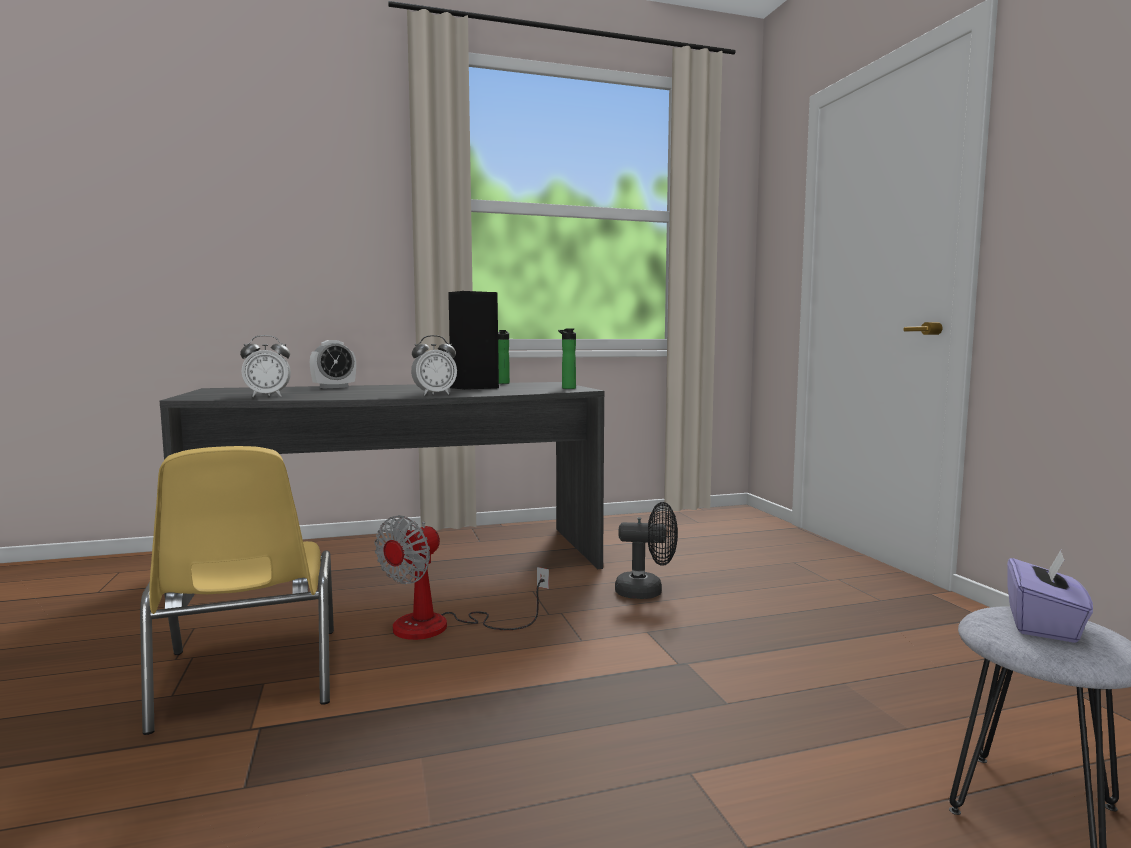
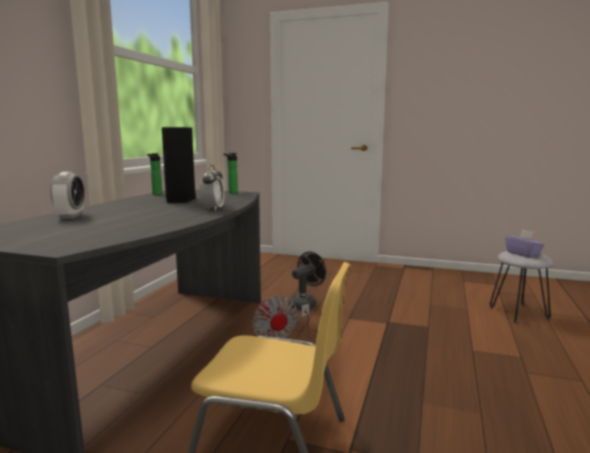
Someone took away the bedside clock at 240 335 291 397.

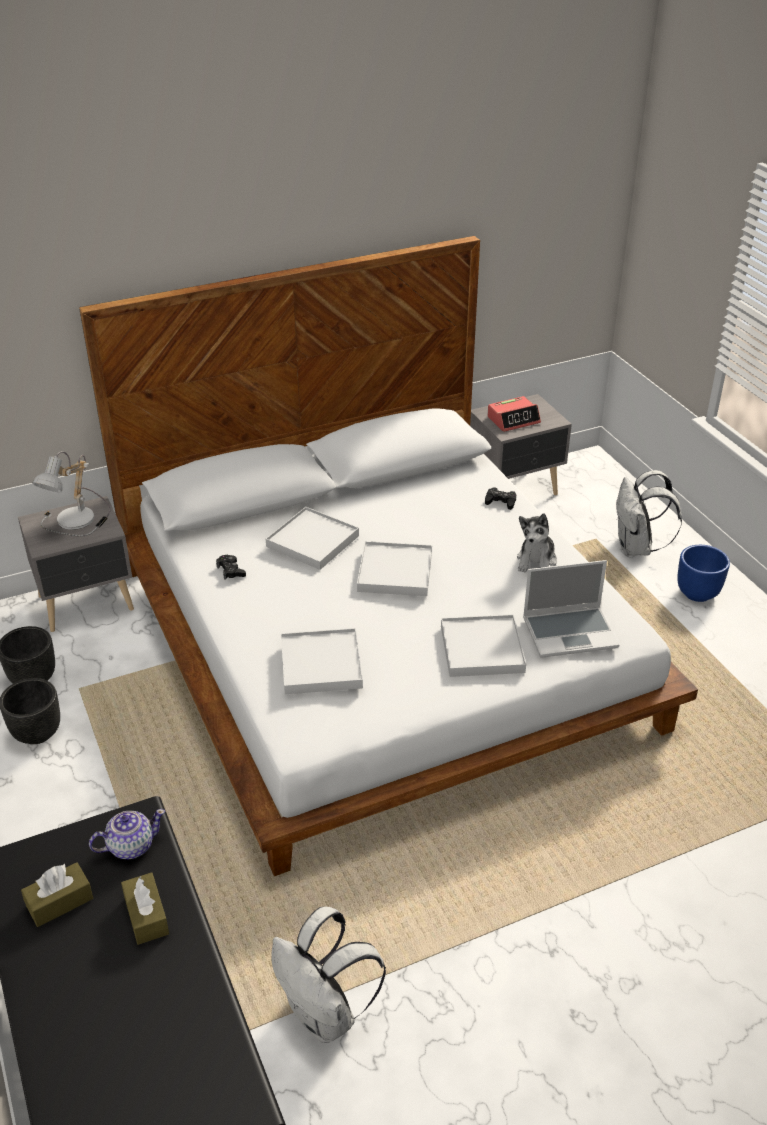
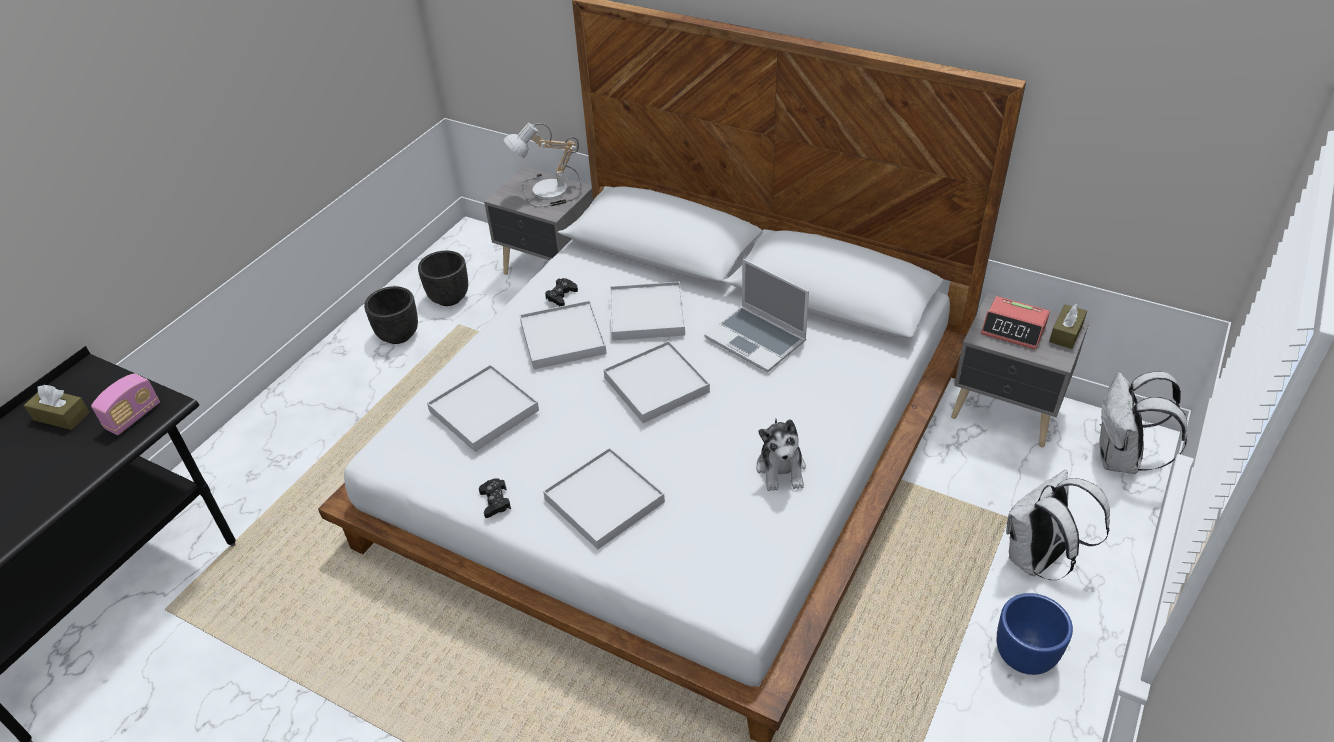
Someone swapped the pot for tea at 89 809 165 859 for the radio set at 91 373 160 435.
Someone carried the black-coloured joypad from 485 487 516 510 to 479 478 511 518.
Someone put down the whitish carrying tray at 520 300 607 369.
Someone carried the portable computer from 523 560 619 658 to 705 259 809 372.
Someone rotated the soft toy at 517 513 557 573 by 75 degrees counterclockwise.
Someone carried the brown-coloured tissue box from 121 872 169 945 to 1049 303 1087 349.
Someone carried the whitish knapsack from 271 907 386 1043 to 1099 371 1188 474.

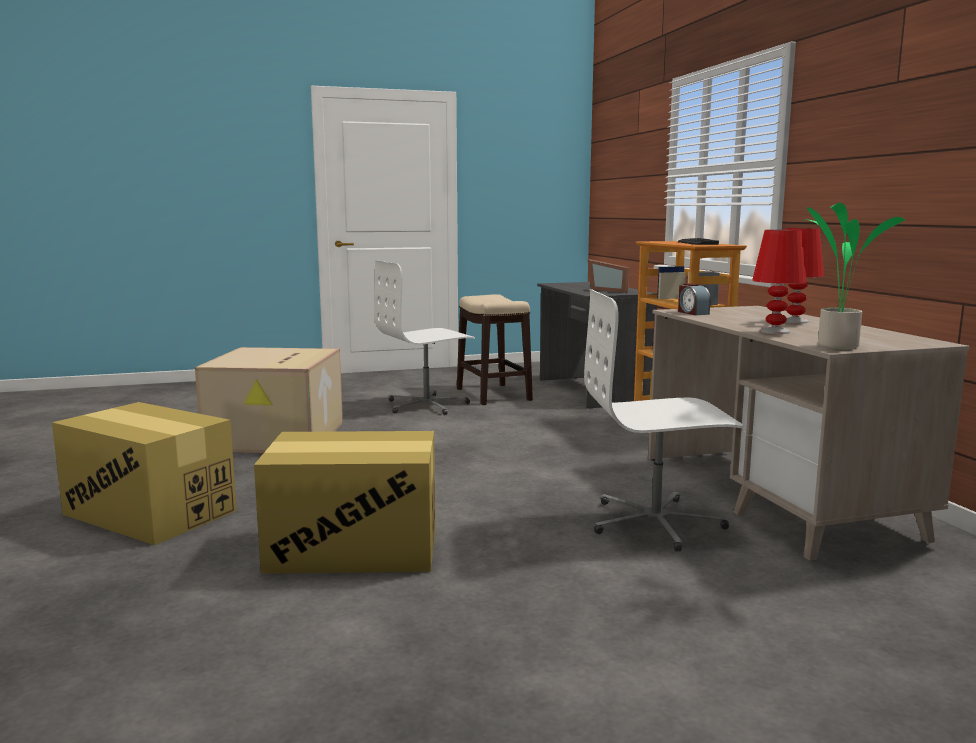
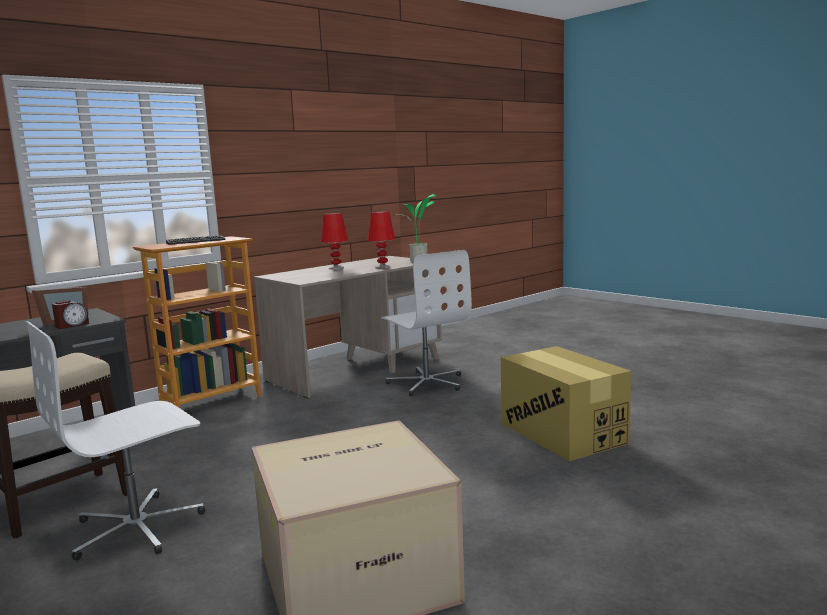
Someone rotated the whitish office chair at 374 260 475 415 by 105 degrees clockwise.
Someone carried the bedside clock from 678 283 710 315 to 52 300 89 329.
Someone took away the cardboard box at 52 402 237 545.

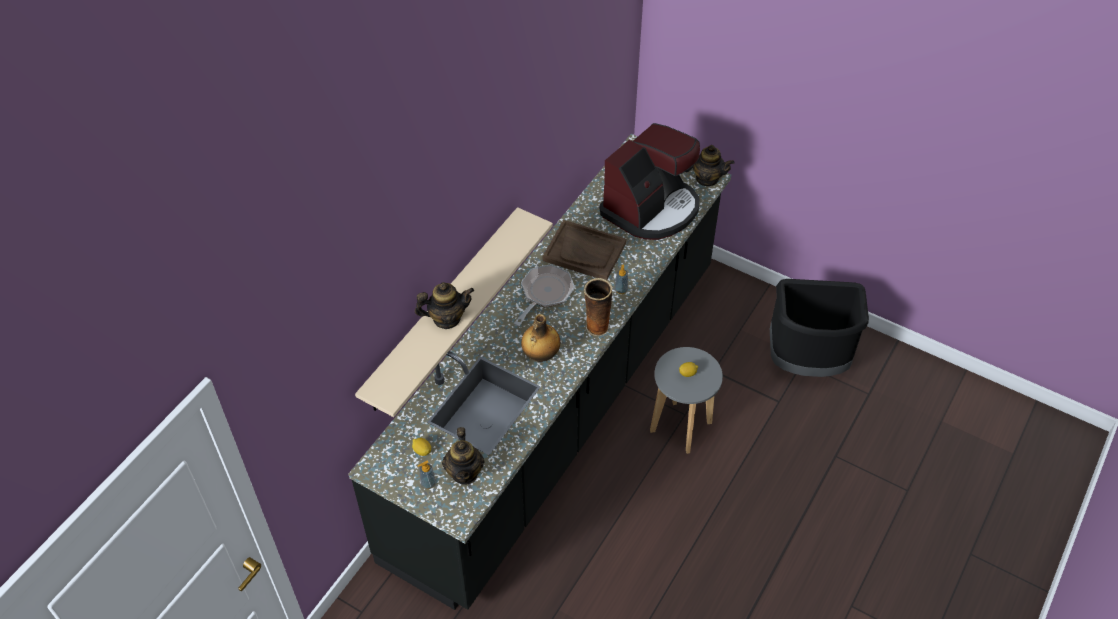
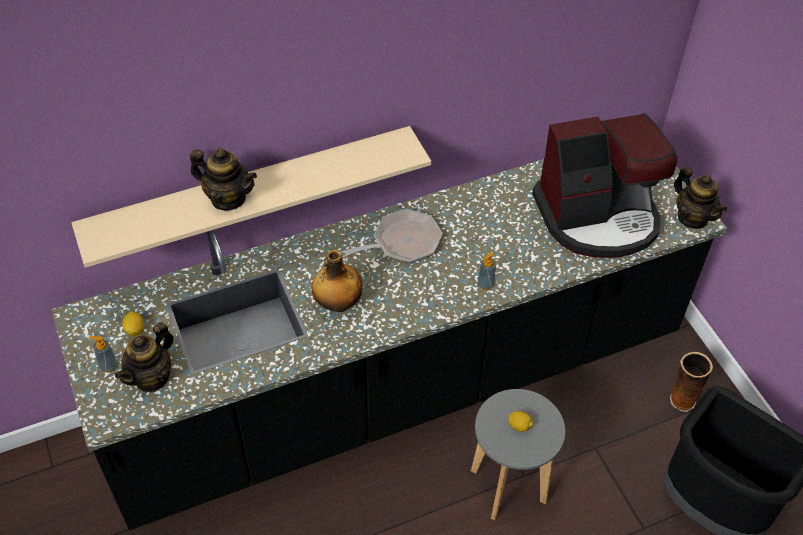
Someone carried the flower vase from 584 278 612 336 to 670 352 713 412.
Someone took away the brown-coloured carrying tray at 543 220 626 280.

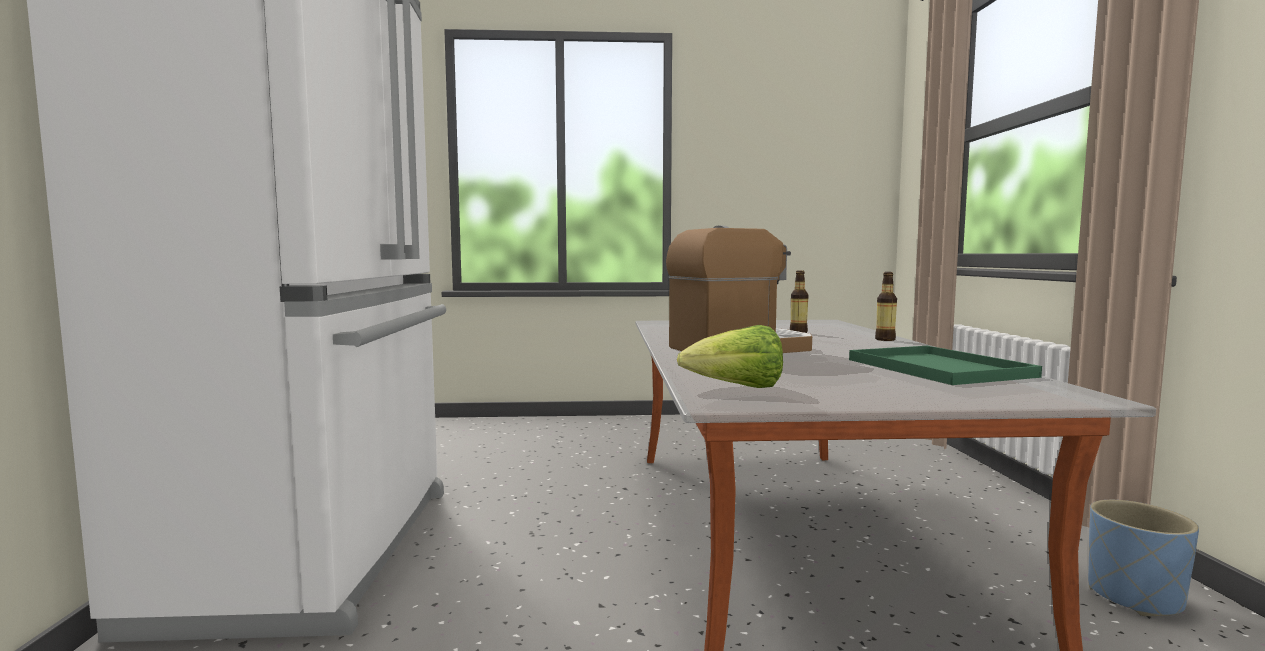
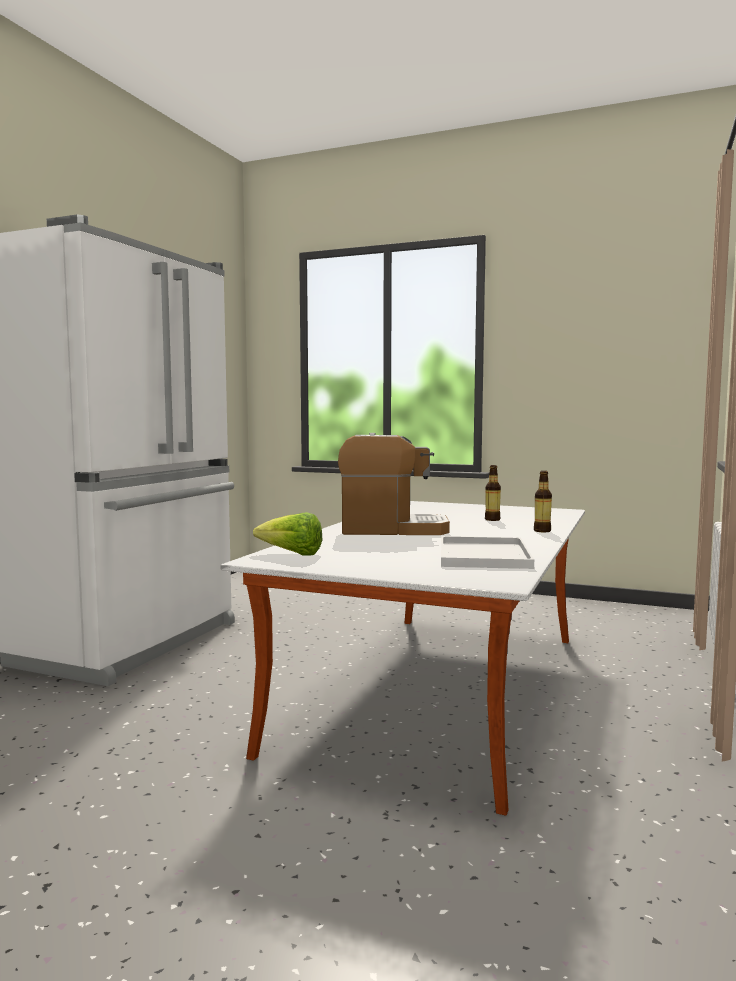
Someone repainted the green-coloured carrying tray at 849 346 1042 385, which became the whitish carrying tray at 441 536 534 569.
Someone took away the blue-coloured plant pot at 1088 500 1199 616.

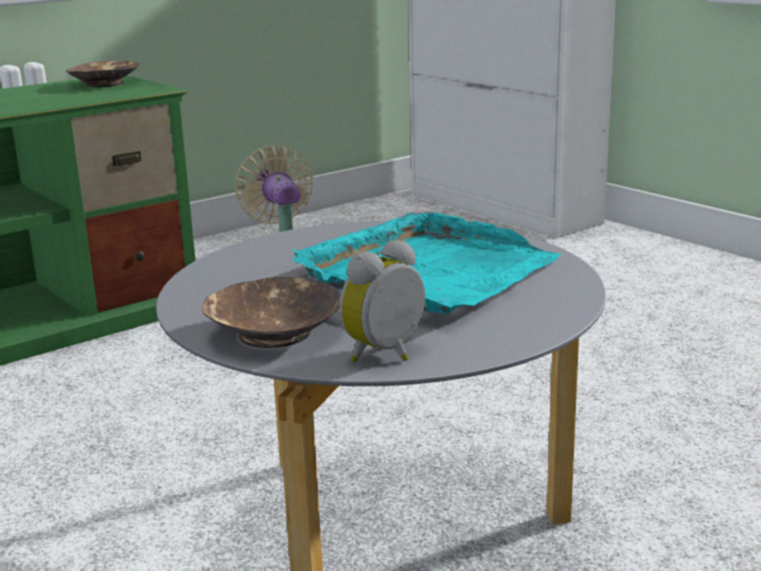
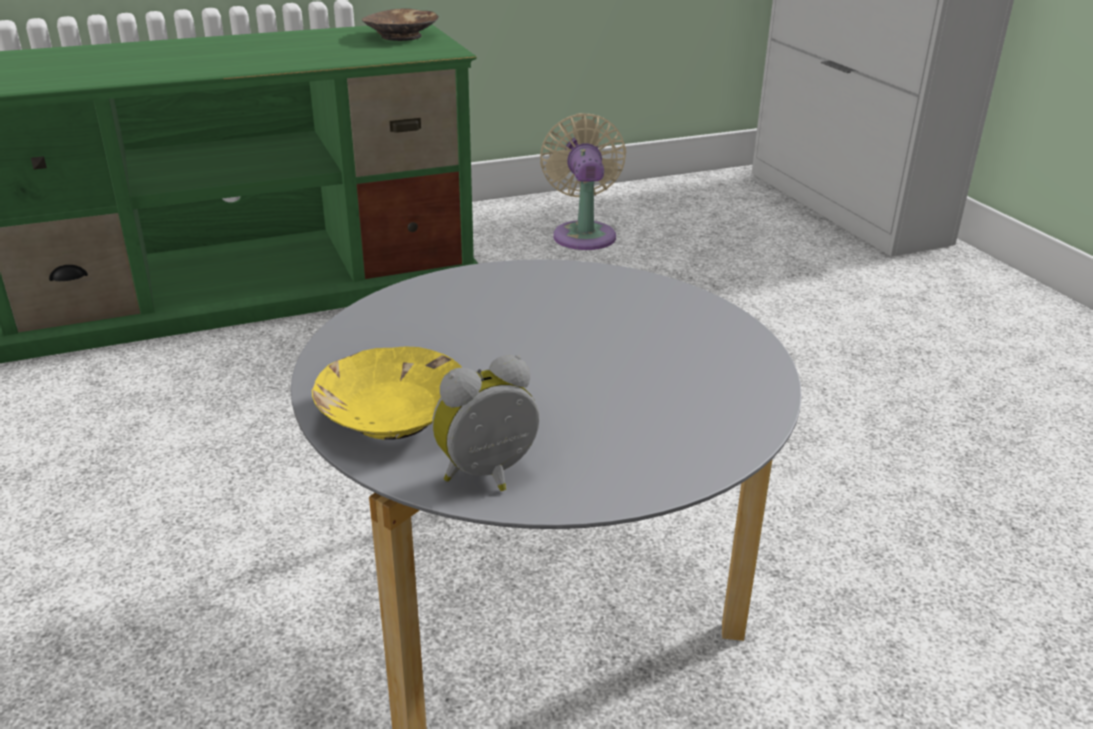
Someone repainted the brown-coloured deep dish at 203 277 341 348, which became the yellowish deep dish at 312 346 462 440.
Someone took away the blue-green carrying tray at 294 212 561 314.

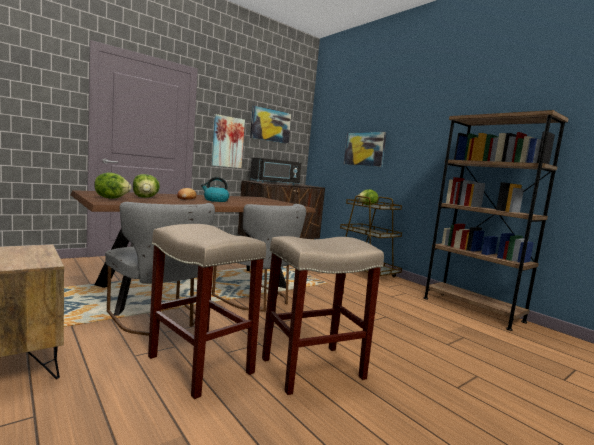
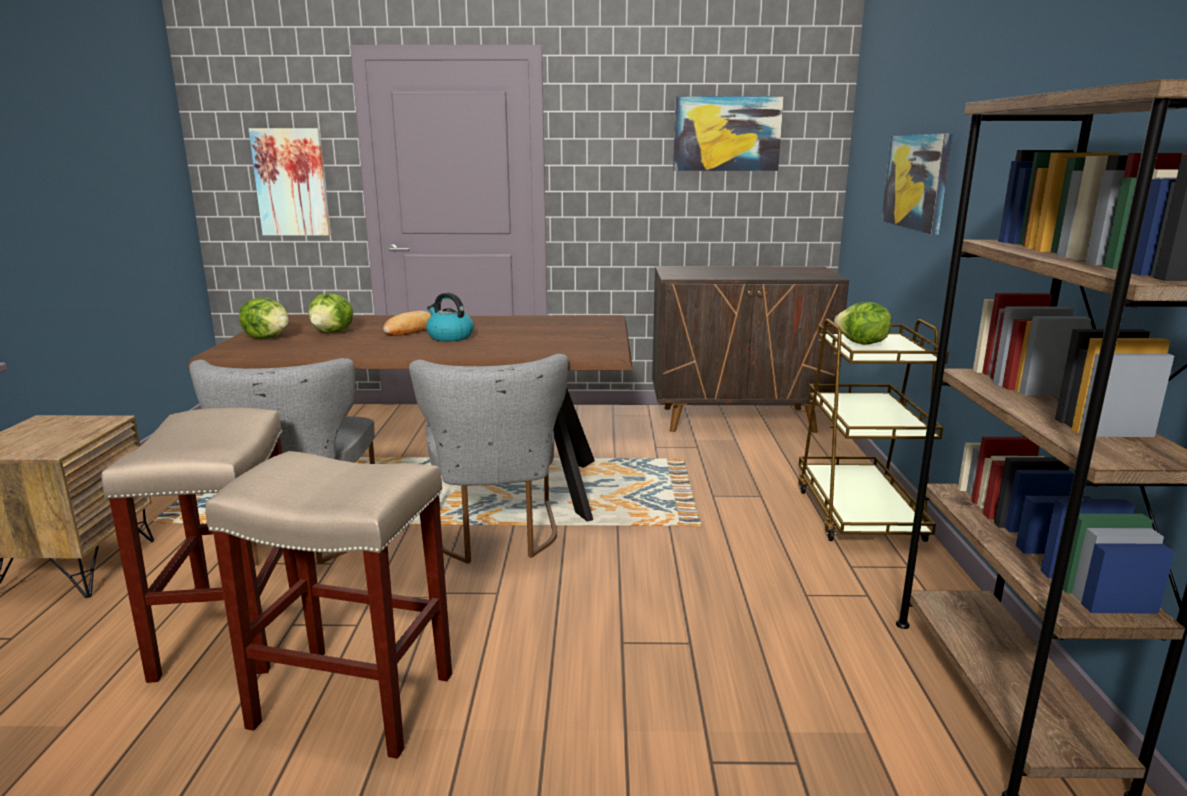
Someone carried the picture from 212 114 245 168 to 249 128 331 236.
Someone took away the black-coloured microwave at 250 158 301 185.

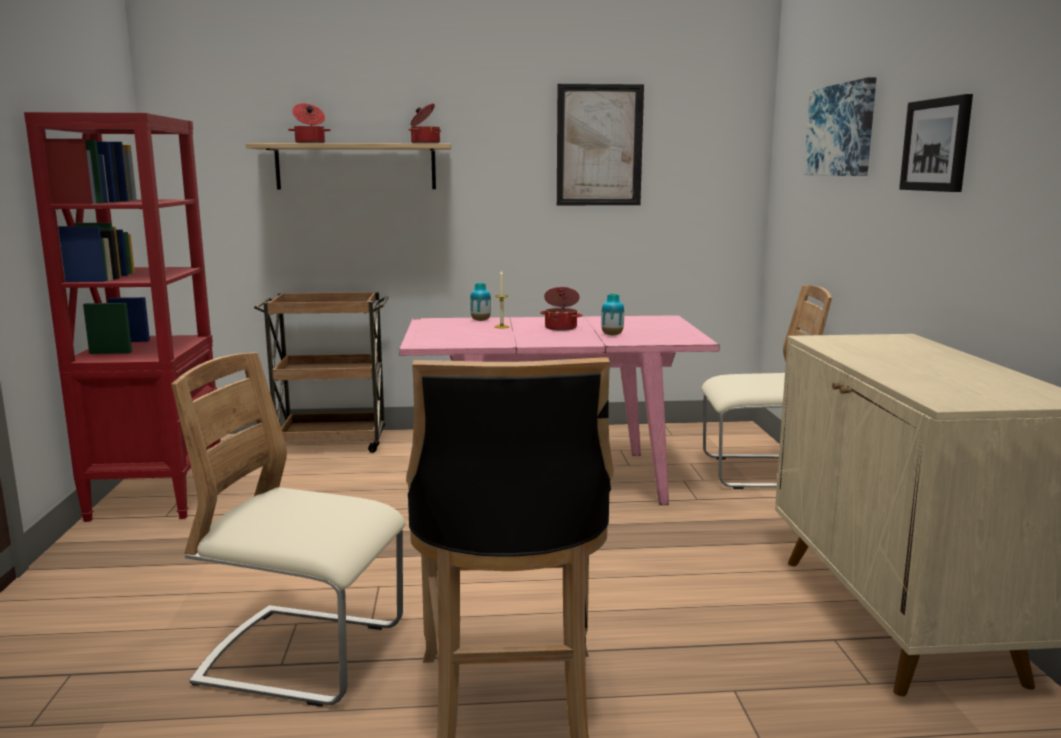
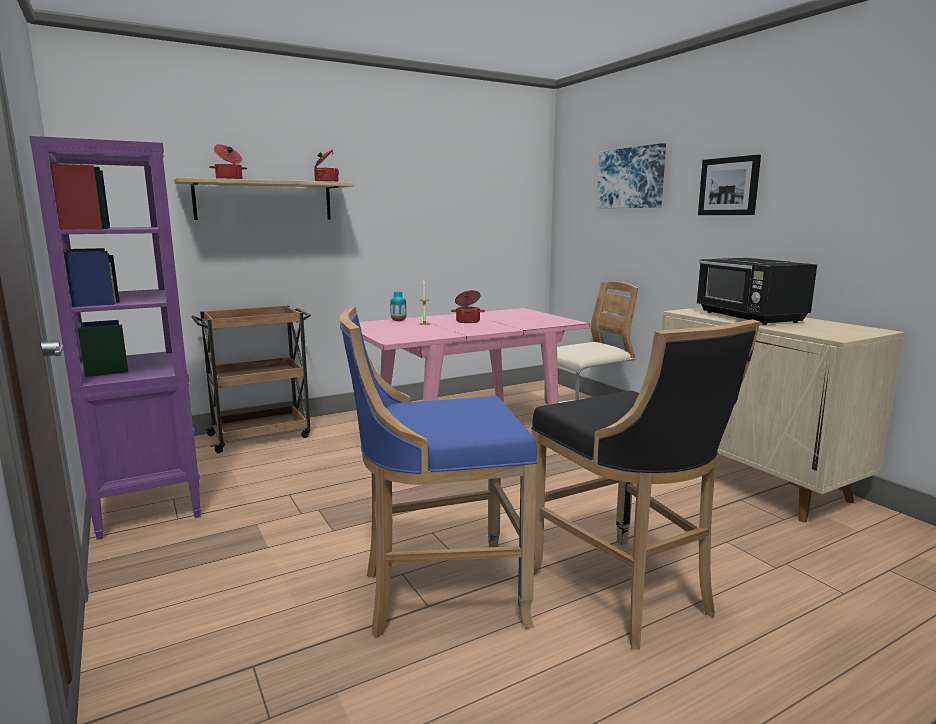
Someone repainted the red shelving unit at 24 112 220 522, which became the purple shelving unit at 29 136 201 540.
Someone swapped the beige chair at 171 352 405 707 for the blue-coloured stool seat at 340 307 537 638.
Someone put down the black-coloured microwave at 696 258 817 325.
Someone took away the picture at 557 84 644 205.
Someone took away the flower vase at 601 293 624 335.

